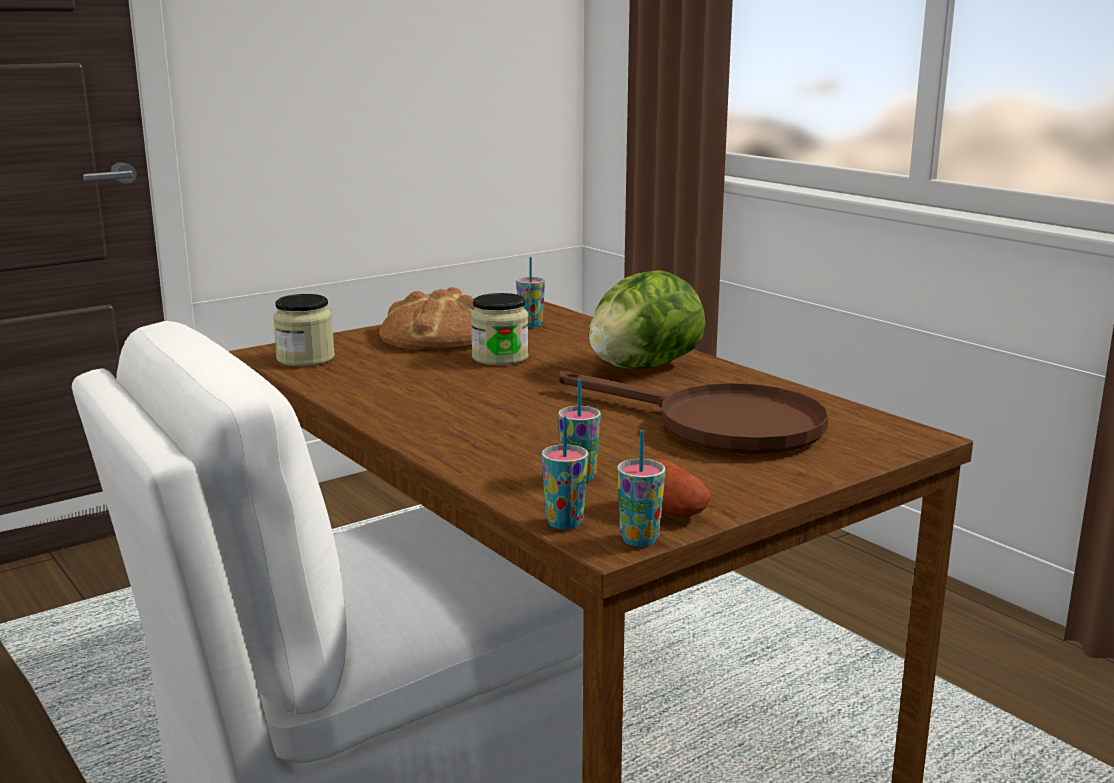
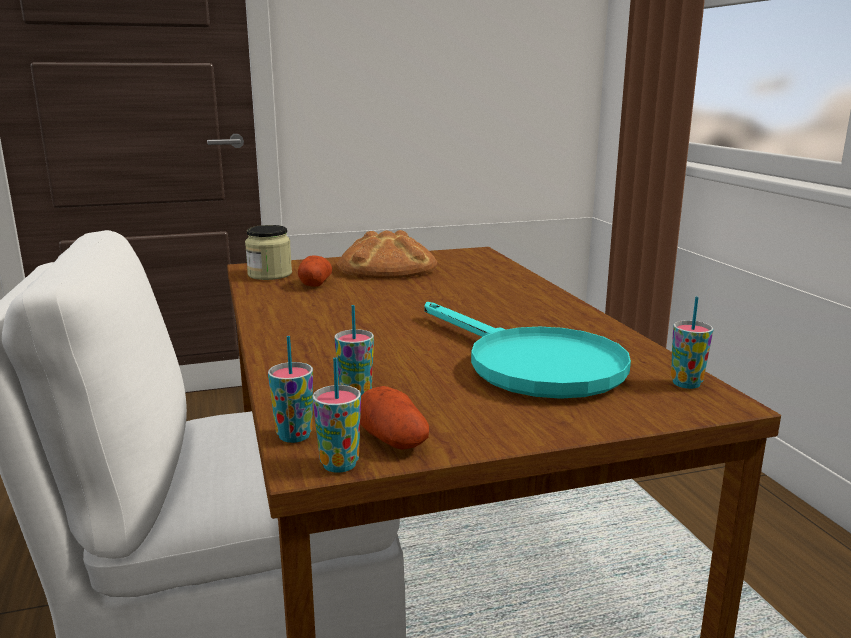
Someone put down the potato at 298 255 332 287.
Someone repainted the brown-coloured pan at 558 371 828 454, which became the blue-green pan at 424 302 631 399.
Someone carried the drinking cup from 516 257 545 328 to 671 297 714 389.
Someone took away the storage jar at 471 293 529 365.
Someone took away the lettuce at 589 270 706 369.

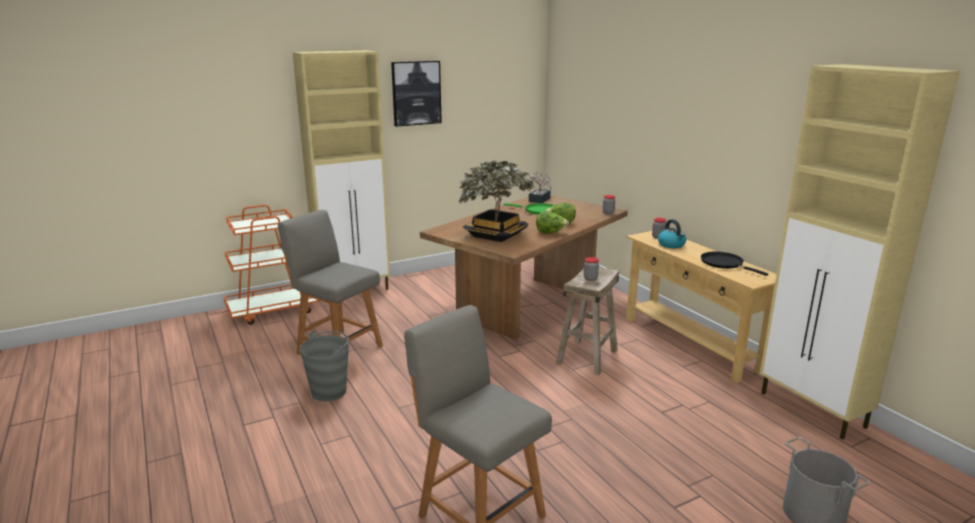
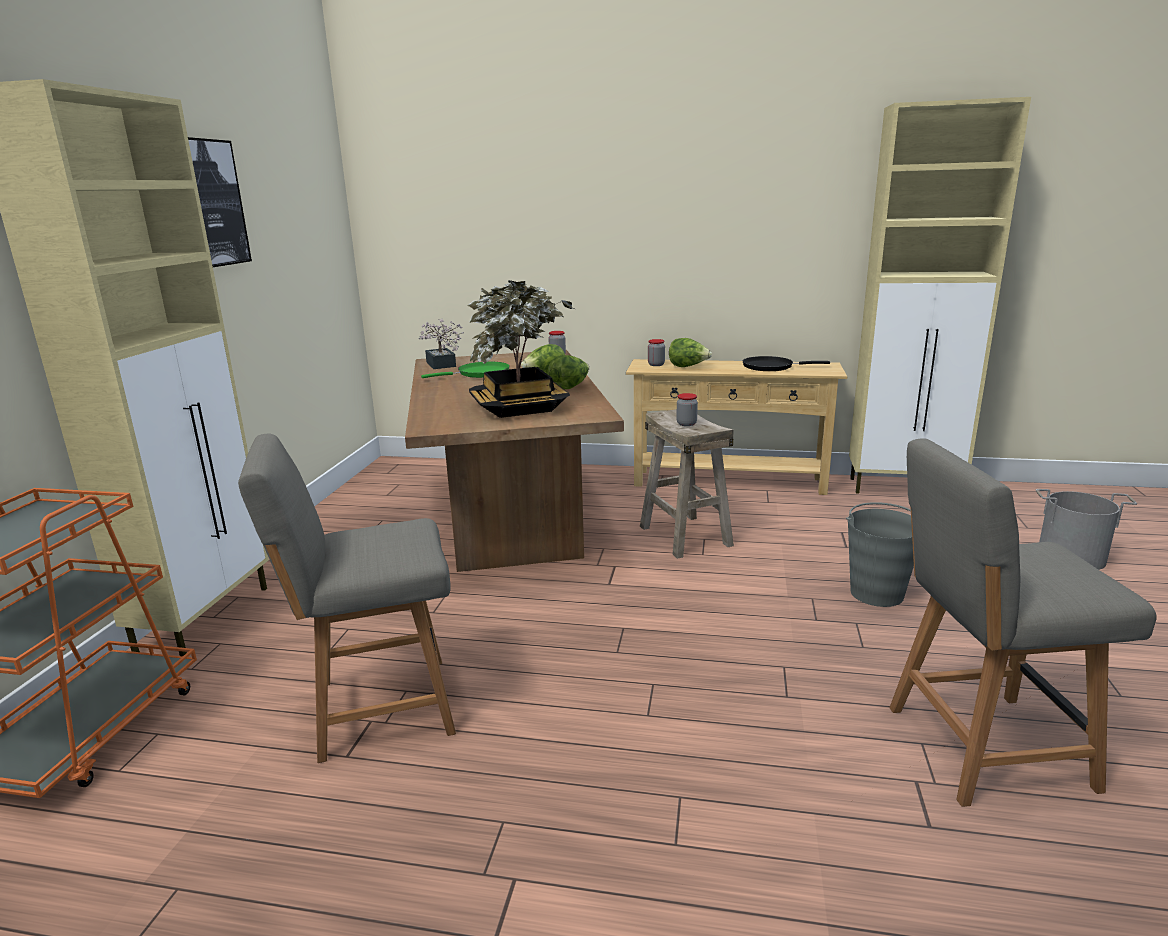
Someone swapped the water kettle at 658 219 686 248 for the lettuce at 669 338 712 367.
Someone carried the grey pail from 300 331 349 402 to 846 502 914 607.

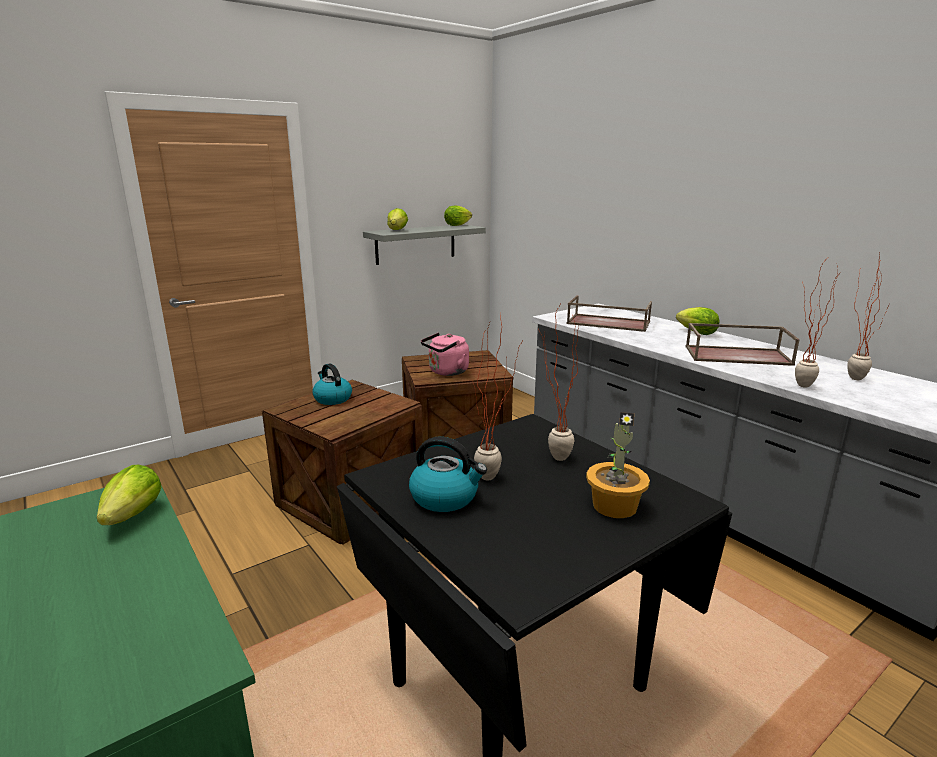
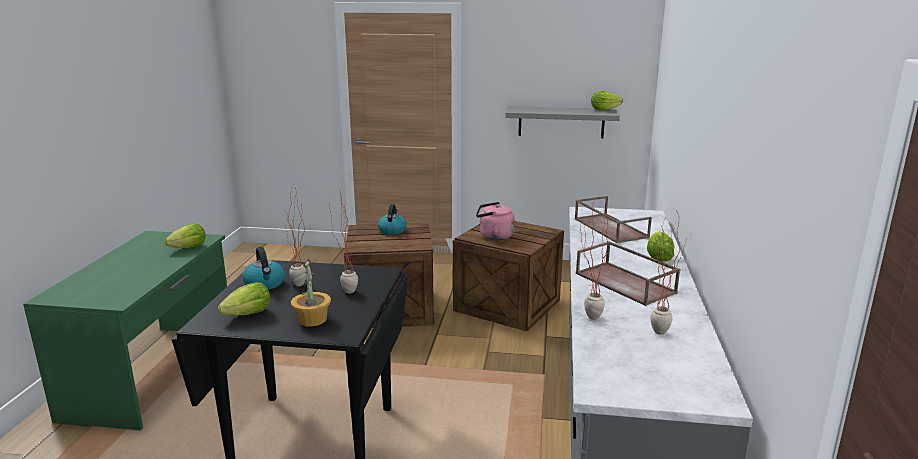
Someone carried the lettuce from 387 208 408 230 to 218 282 270 316.

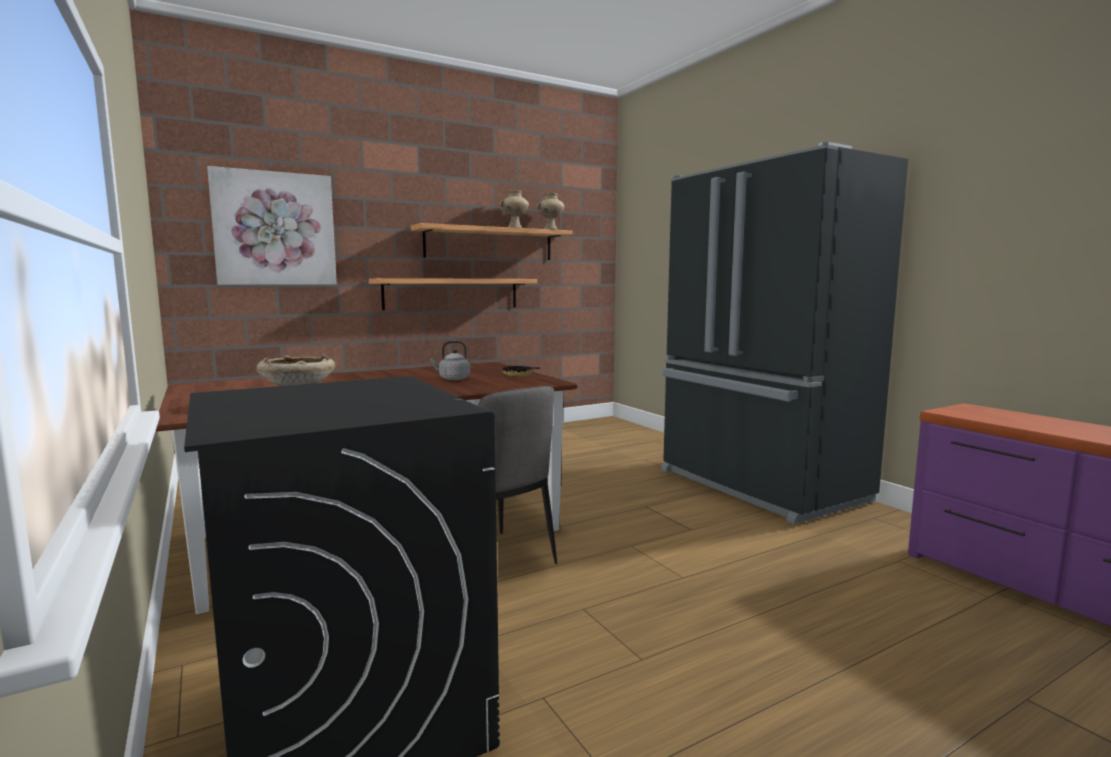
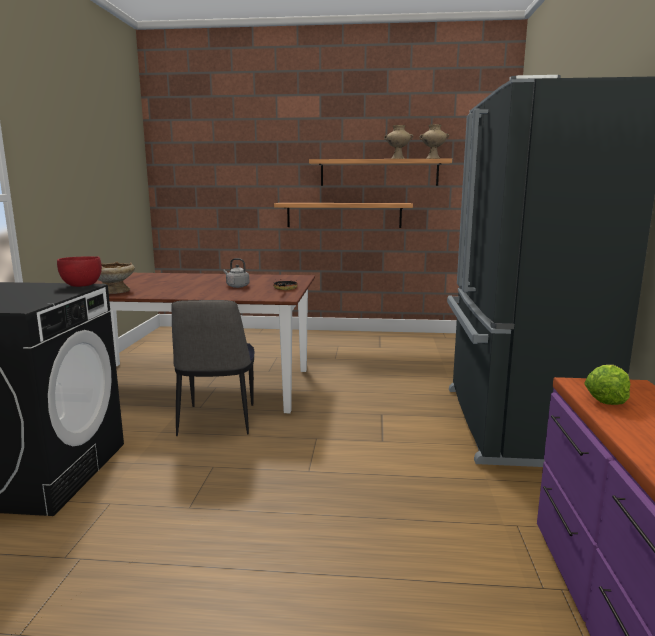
Someone put down the red deep dish at 57 256 102 287.
Someone put down the lettuce at 584 365 630 405.
Someone took away the picture at 207 166 337 285.

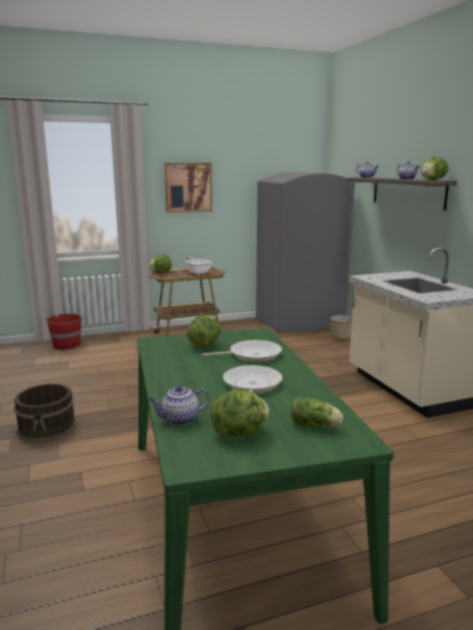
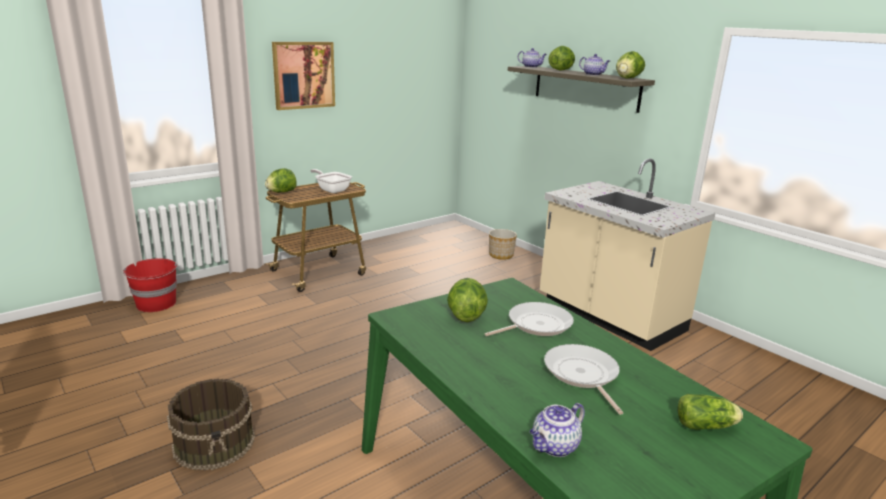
Someone carried the lettuce from 210 389 269 437 to 548 46 575 71.
Someone took away the grey fridge at 256 172 355 333.

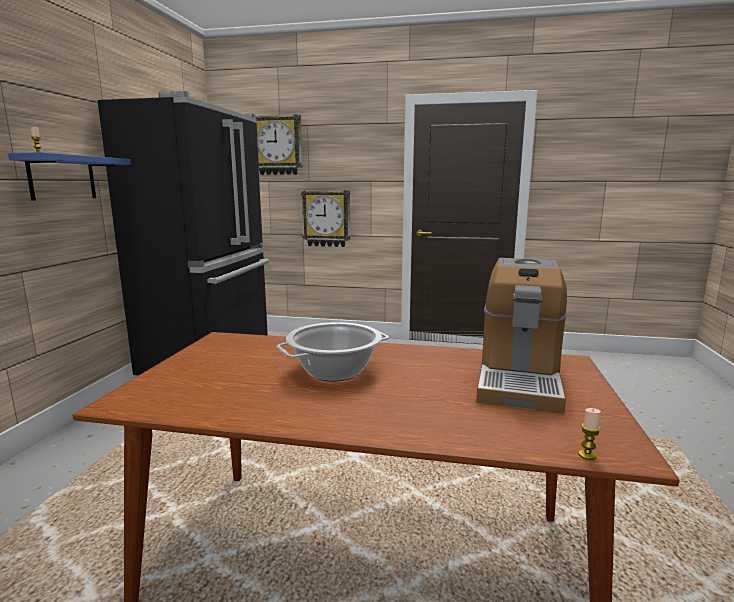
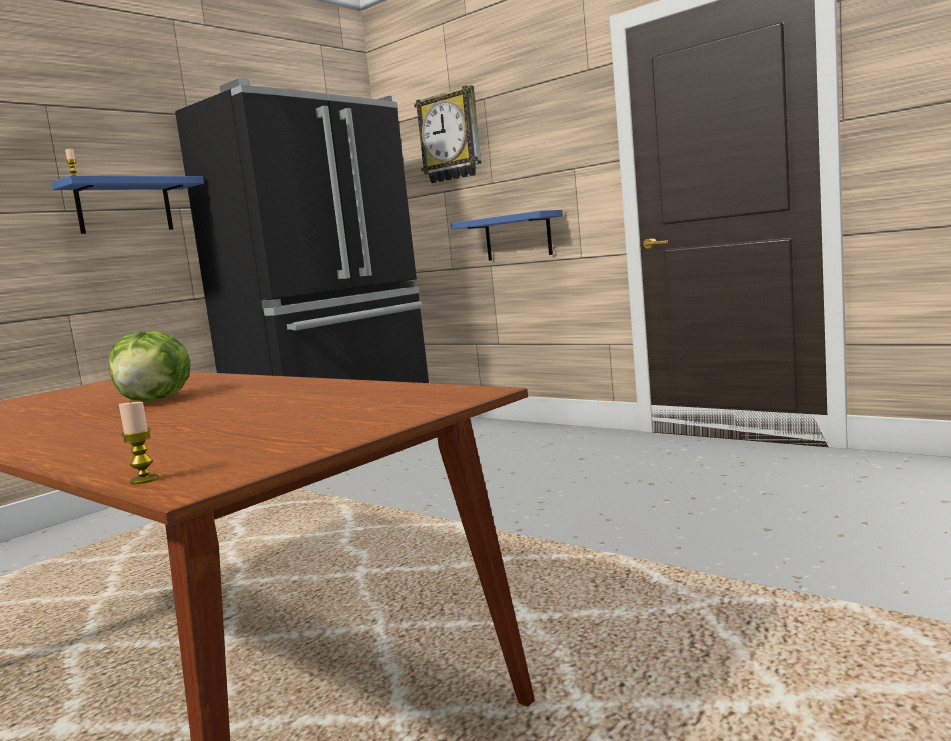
Someone swapped the saucepot at 276 322 389 382 for the lettuce at 109 331 191 401.
Someone swapped the hanging clock at 301 190 350 247 for the blue-coloured bracket shelf at 451 210 563 261.
Someone took away the coffee brewer at 476 258 567 414.

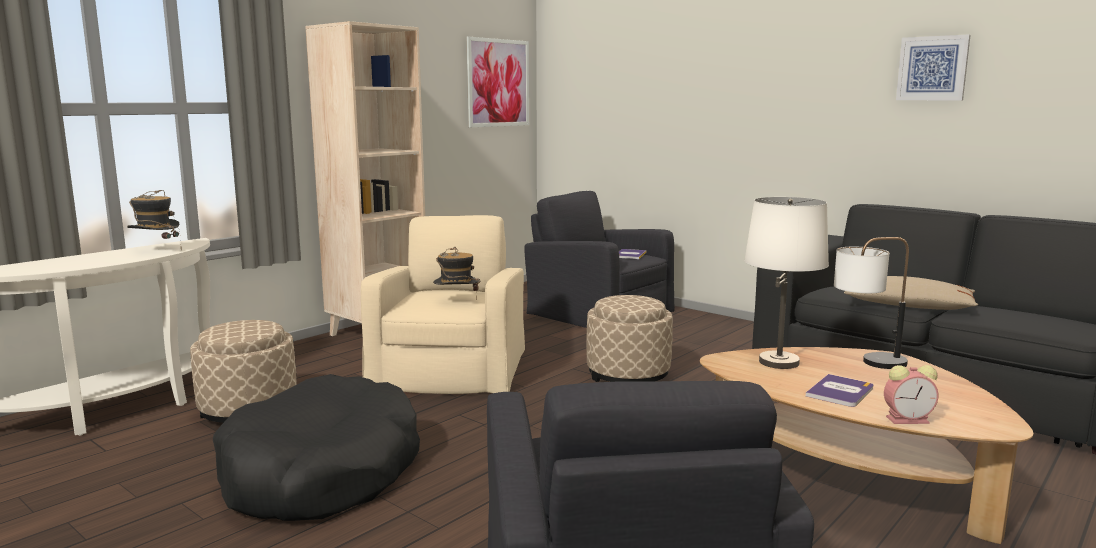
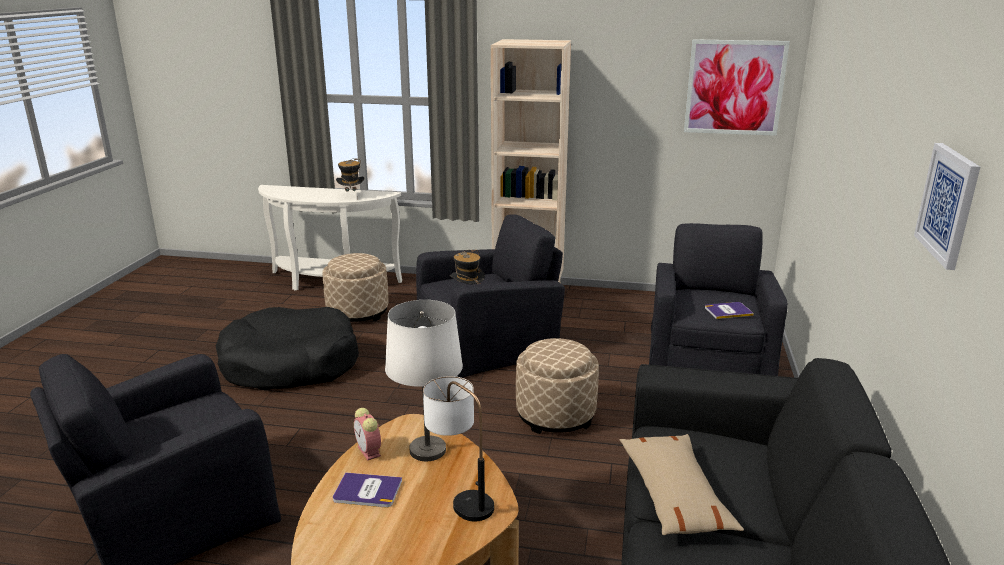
Someone carried the bedside clock from 884 365 938 424 to 354 408 381 460.
Someone repainted the beige armchair at 361 215 525 394, which became the black-coloured armchair at 416 214 565 378.

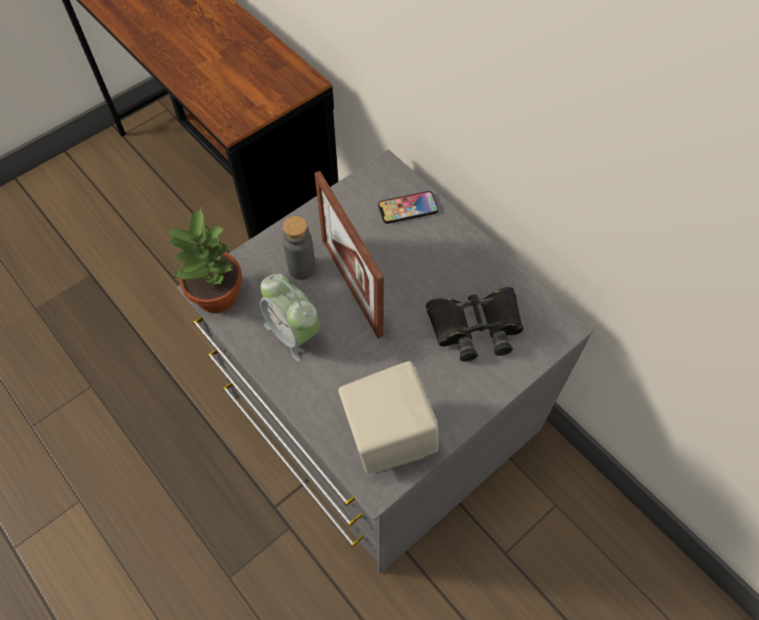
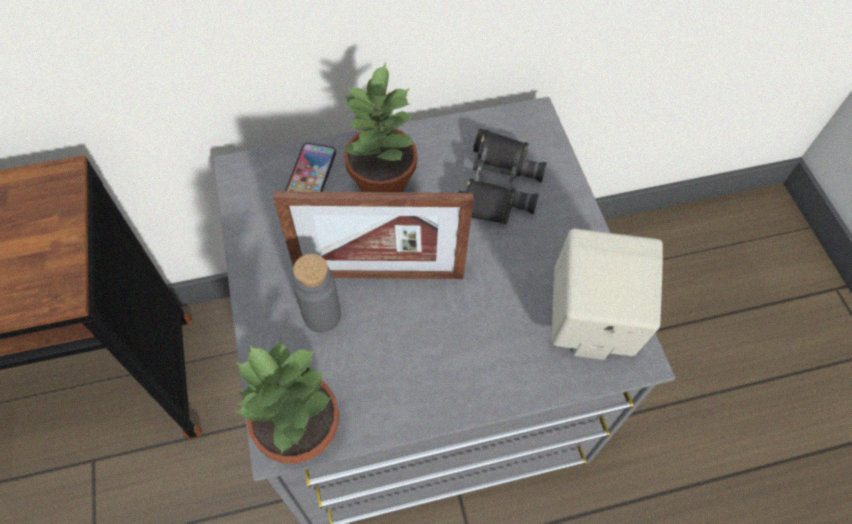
Someone put down the potted plant at 342 62 418 192.
Someone took away the bedside clock at 260 274 320 362.

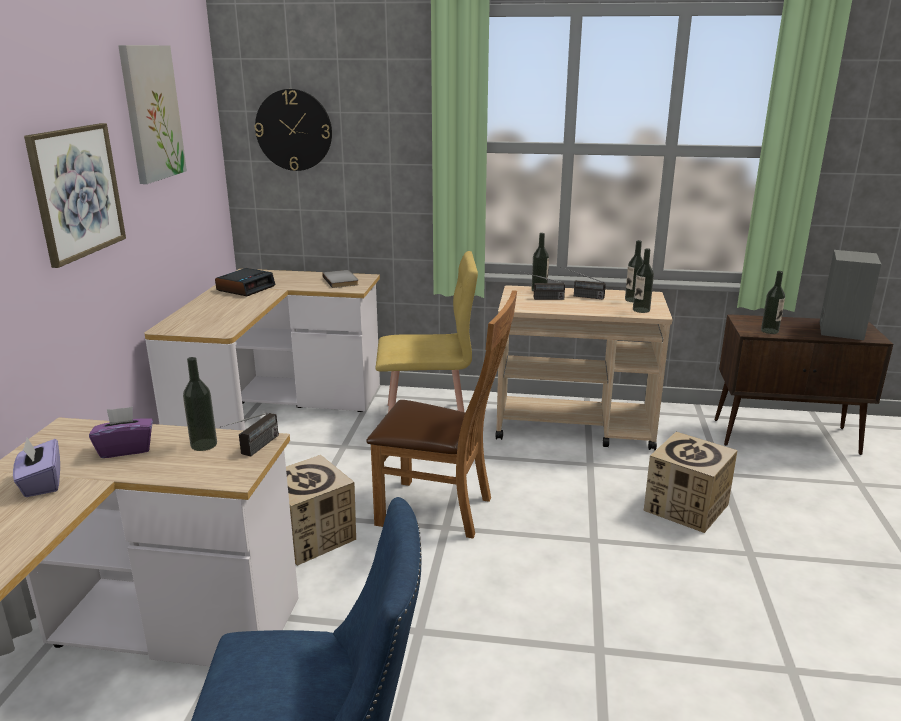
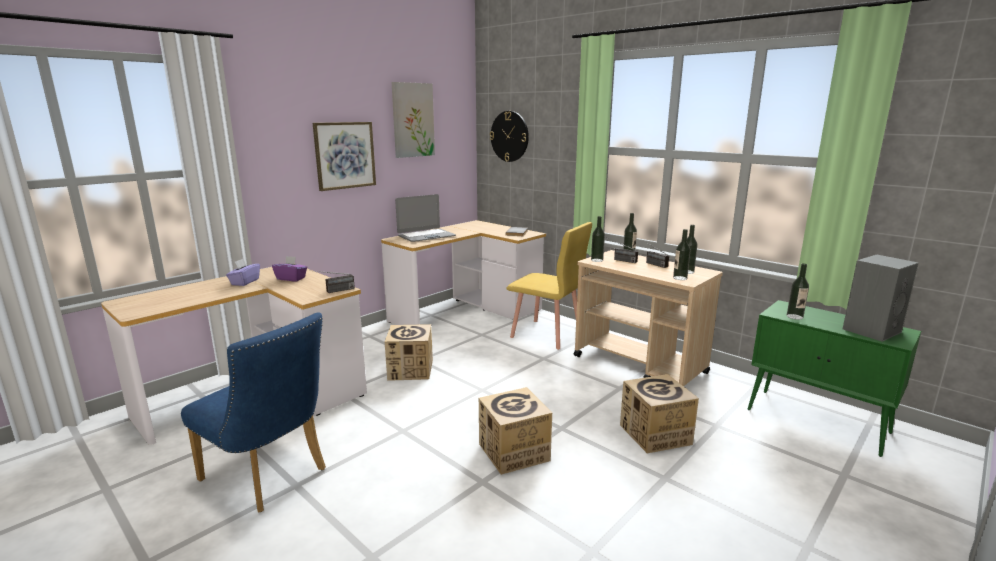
Someone put down the portable computer at 395 194 456 242.
Someone put down the cardboard box at 479 387 552 475.
Someone carried the beverage bottle from 183 357 217 451 to 591 216 605 262.
Someone repainted the brown-coloured cupboard at 714 314 893 455, which became the green-coloured cupboard at 748 300 921 457.
Someone took away the bedside clock at 215 268 275 296.
Someone took away the brown-coloured chair at 366 290 517 538.

